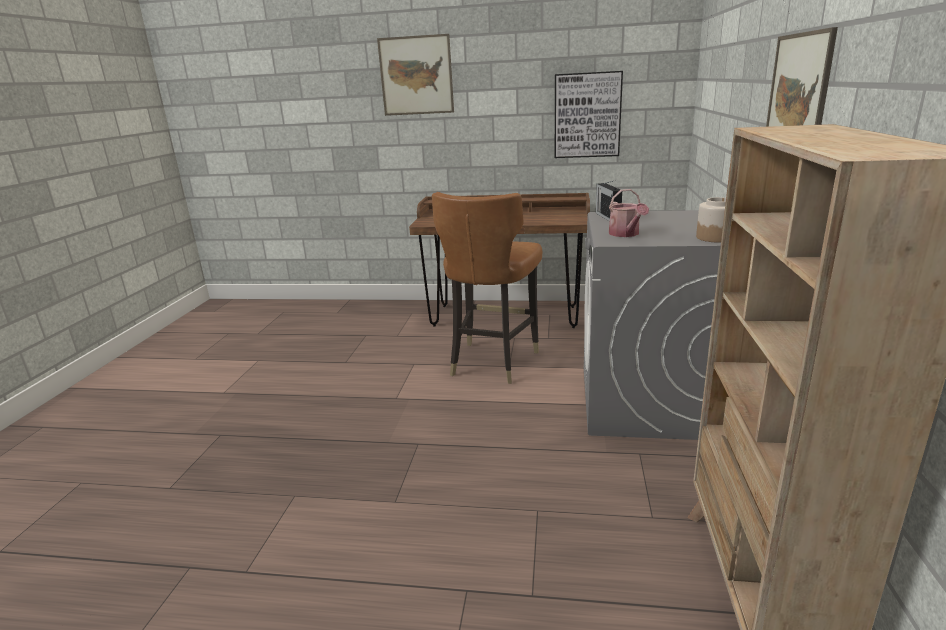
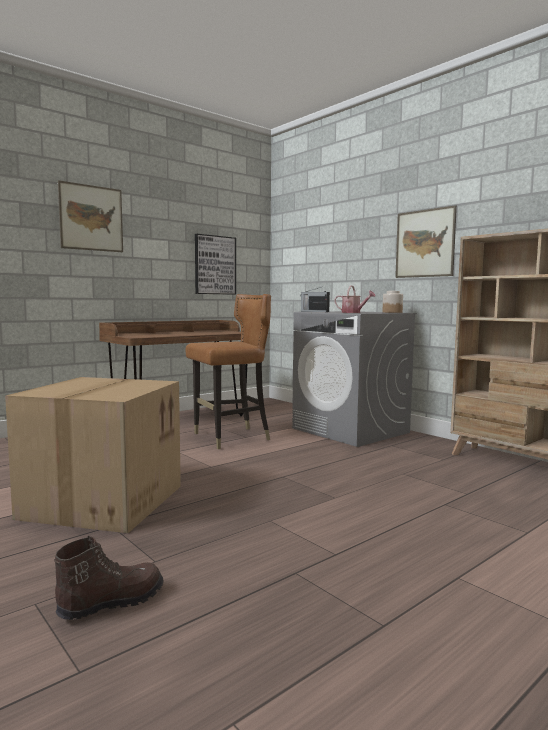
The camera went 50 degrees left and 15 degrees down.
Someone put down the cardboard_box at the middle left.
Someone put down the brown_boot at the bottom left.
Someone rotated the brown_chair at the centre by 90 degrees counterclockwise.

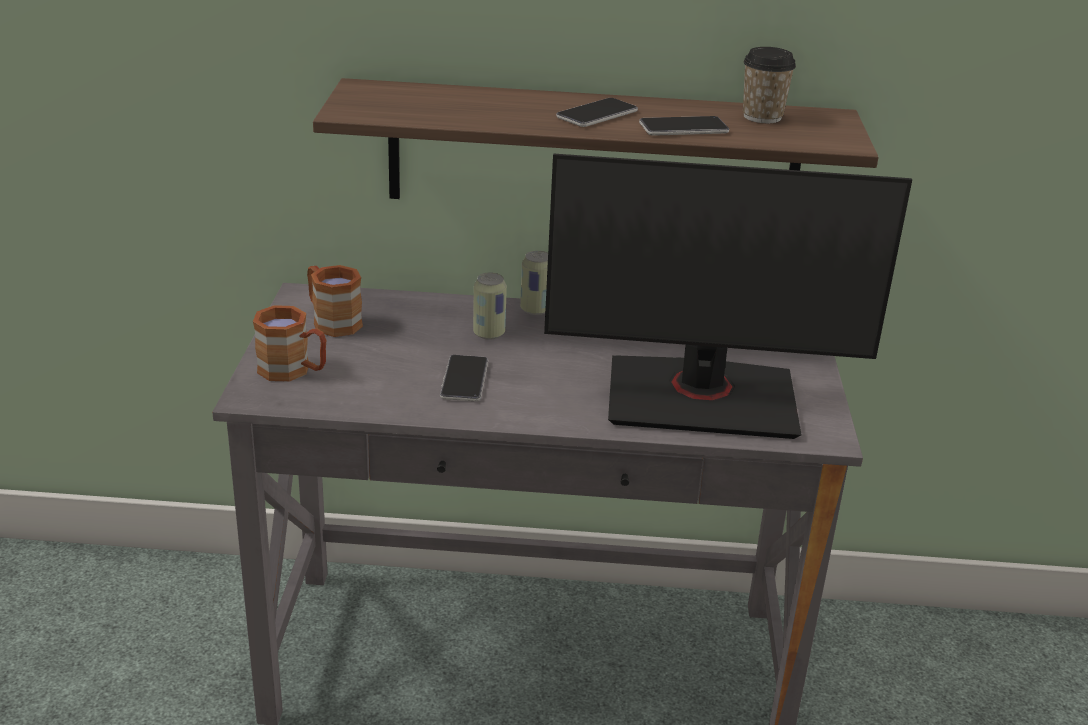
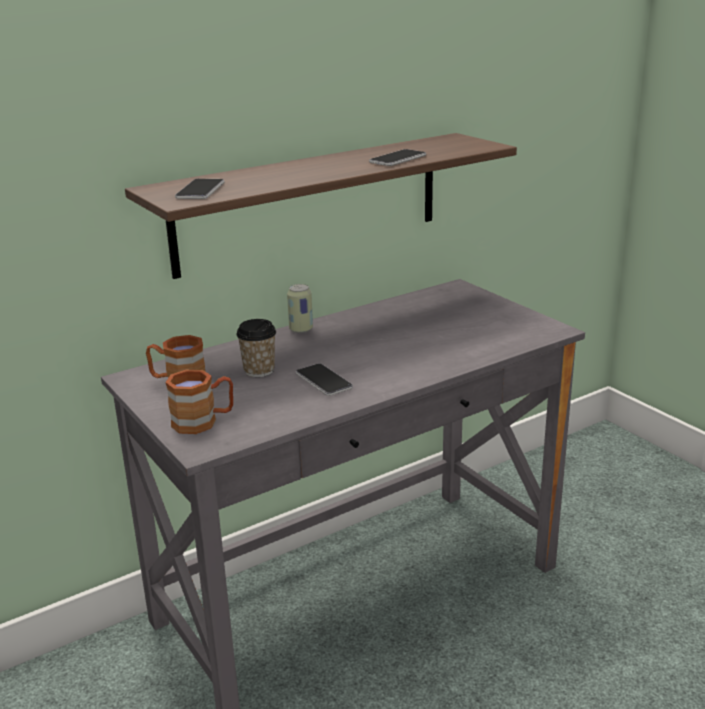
The camera went 35 degrees left and 5 degrees down.
Someone took away the can (1st from left) at the centre.
Someone took away the monitor at the middle right.
Someone carried the phone (2nd from left in the first image) from the top centre to the top left.
Someone carried the cup from the top right to the centre.

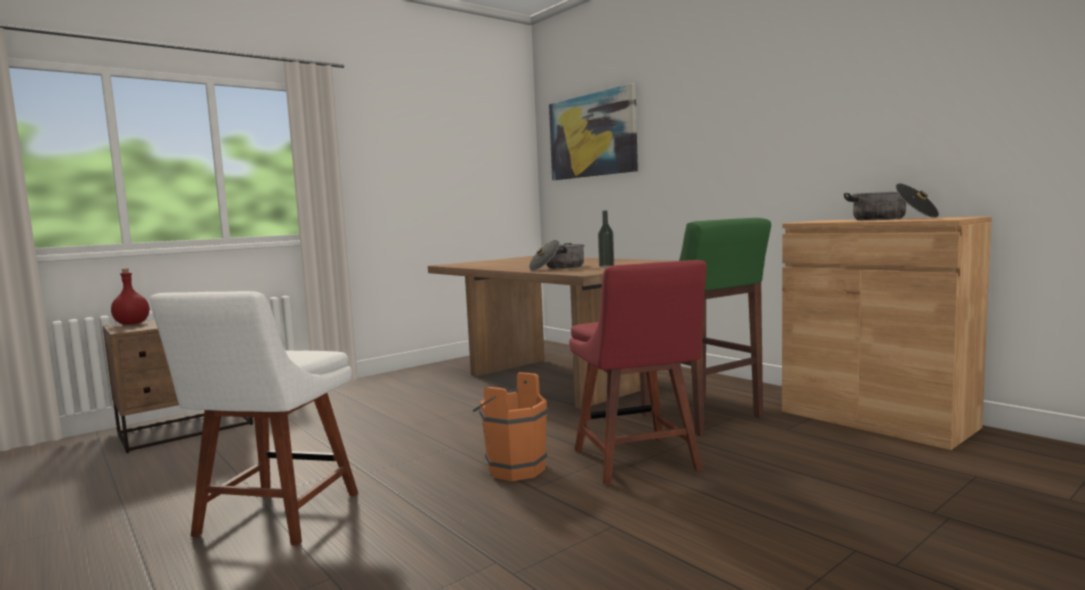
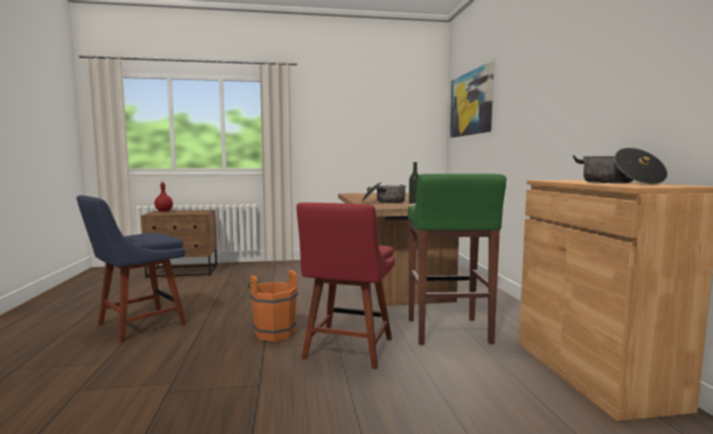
The camera went 30 degrees right and 0 degrees up.
Someone repainted the white_chair at the bottom left, which became the blue_chair at the middle left.

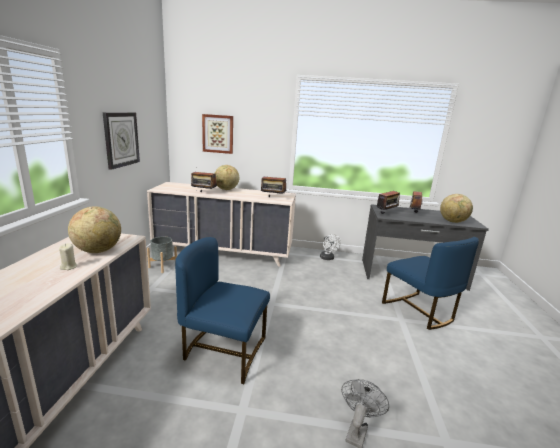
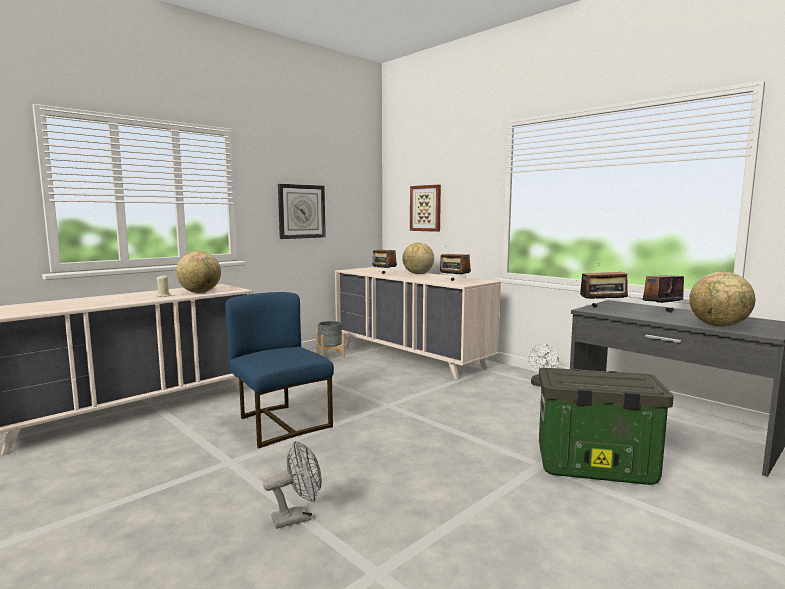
The camera went 40 degrees right and 10 degrees down.
Someone swapped the blue_chair (2nd from left) at the middle right for the storage_box at the bottom right.

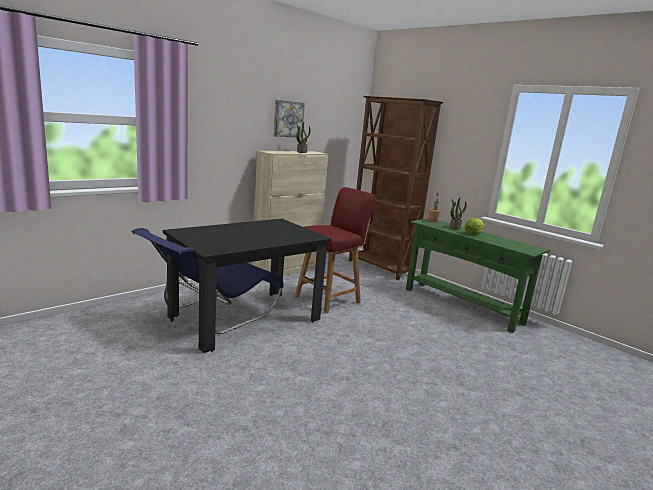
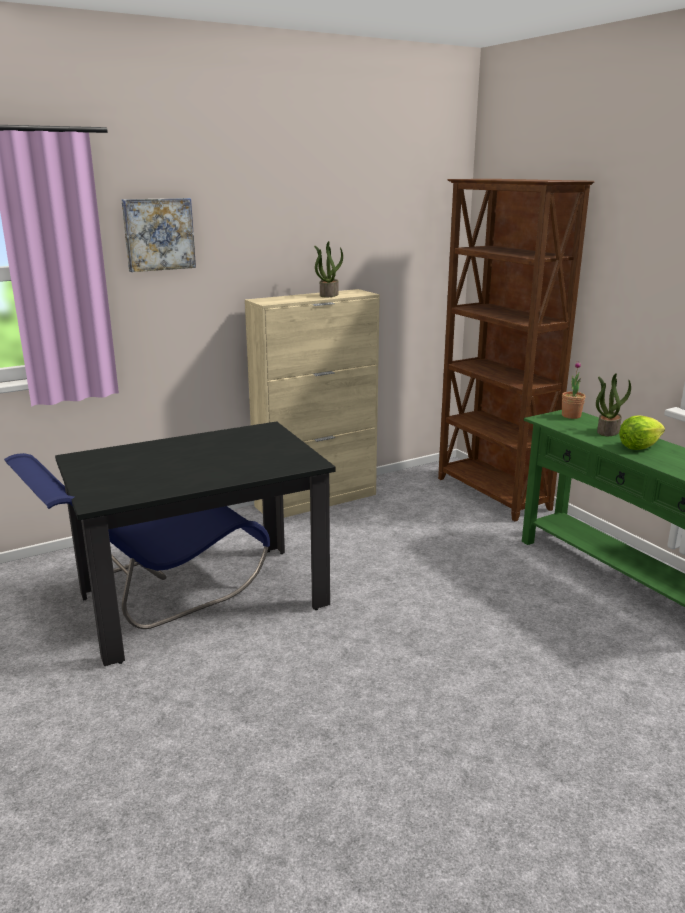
The camera went 15 degrees right and 5 degrees up.
Someone took away the red_chair at the centre.
Someone carried the picture from the top centre to the top left.

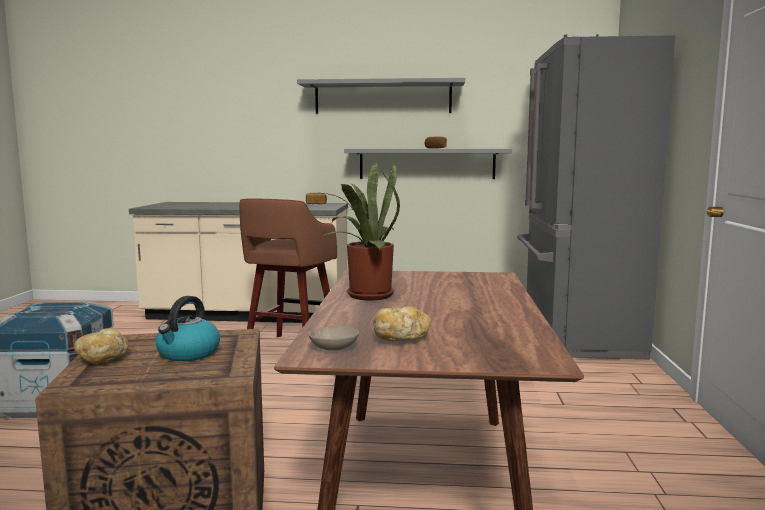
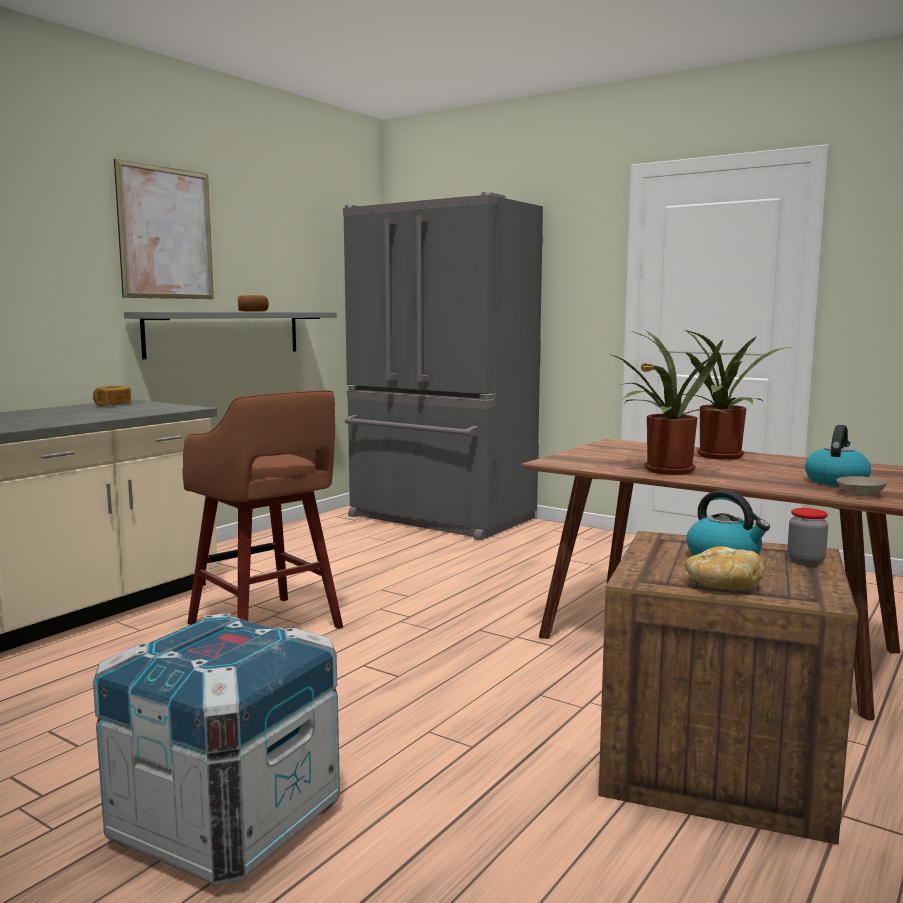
The camera went 60 degrees left and 0 degrees up.
Someone put down the potted_plant (2nd from left) at the middle right.
Someone put down the jar at the middle right.
Someone swapped the grey_shelf (1st from left) at the top centre for the picture at the top left.
Someone swapped the bread (3rd from left) at the centre for the kettle (2nd from left) at the middle right.

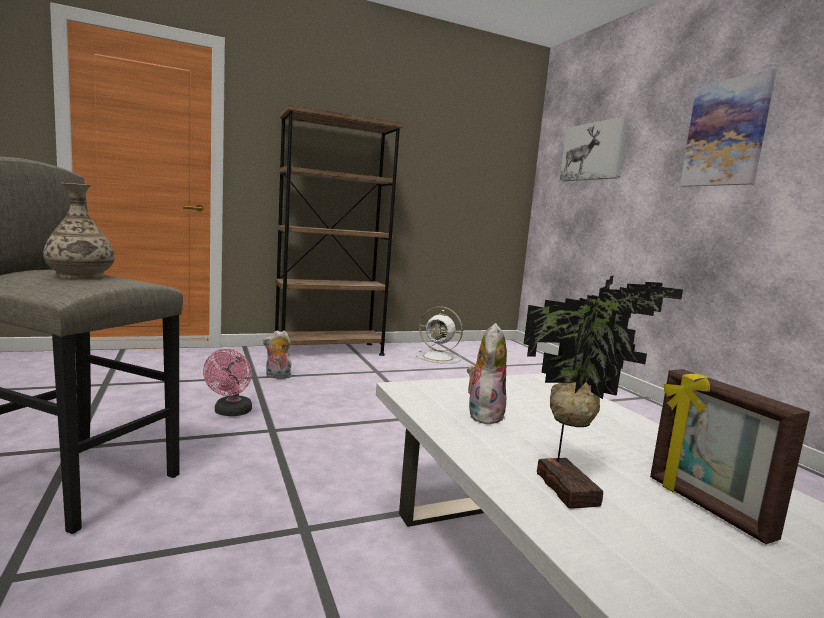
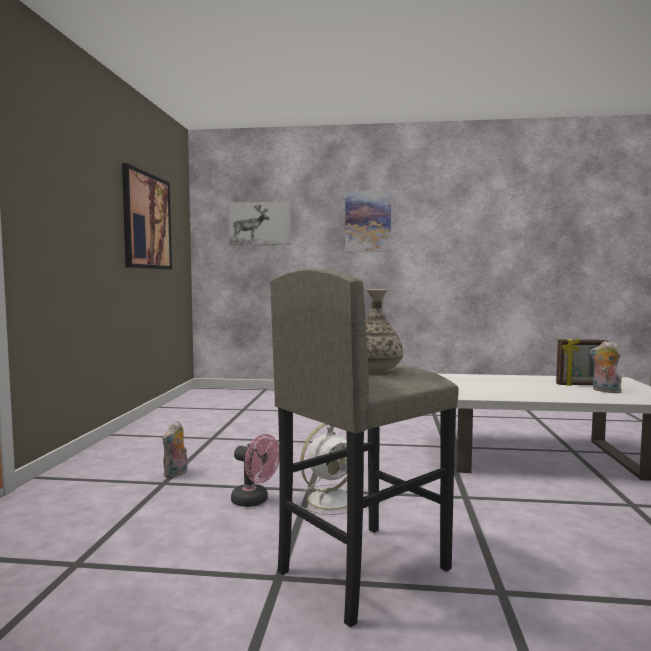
The camera went 60 degrees left and 5 degrees down.
Someone took away the brown_bookcase at the centre.
Someone took away the potted_plant at the middle right.
Someone put up the picture (1st from left) at the top left.
Someone carried the white_fan from the centre to the bottom centre.
Someone carried the plush_toy (2nd from left) from the centre to the middle right.

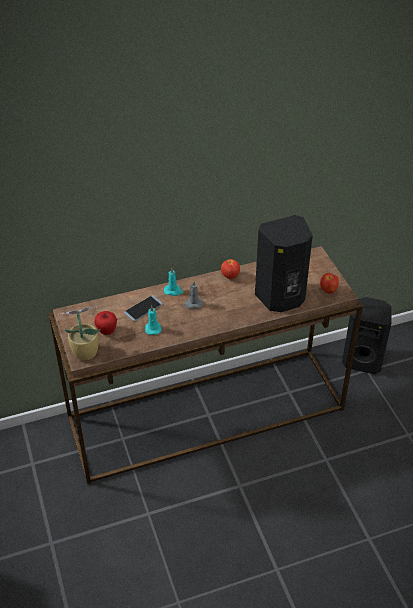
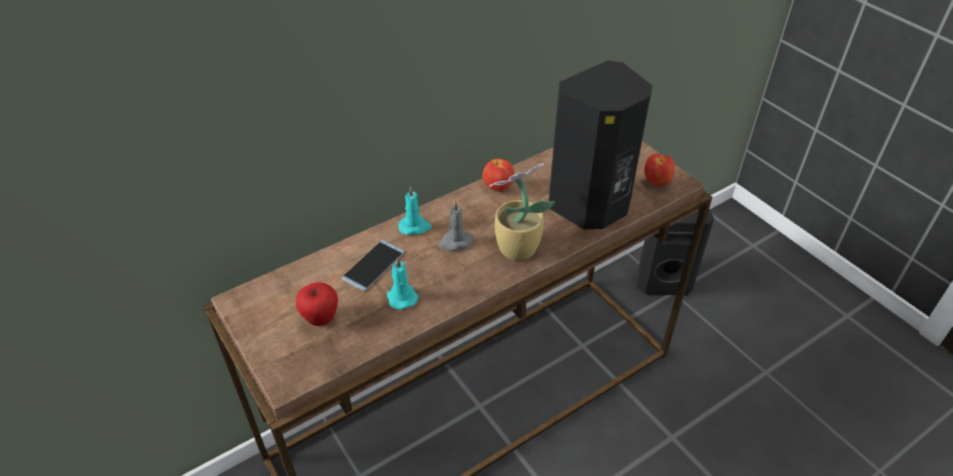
The camera went 15 degrees left and 0 degrees up.
Someone carried the potted_plant from the middle left to the centre.

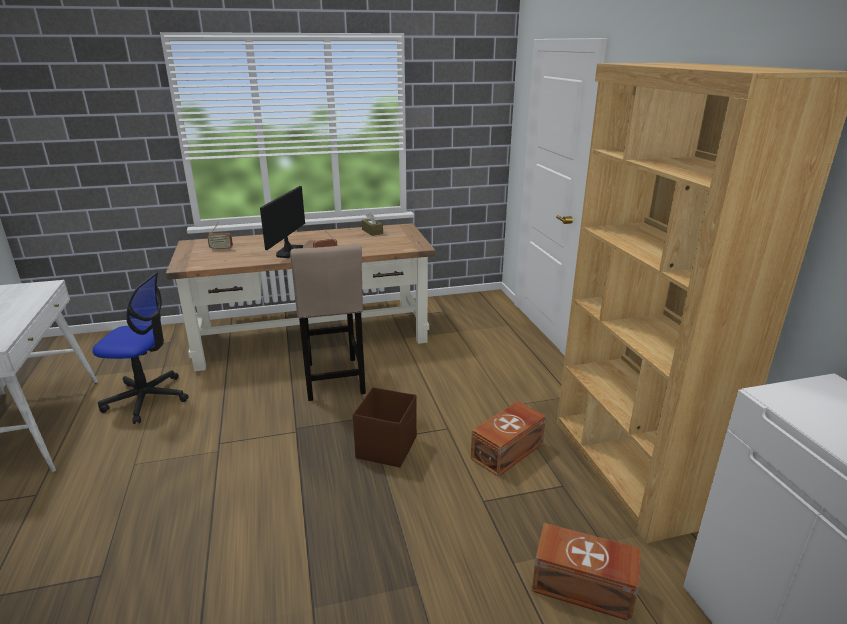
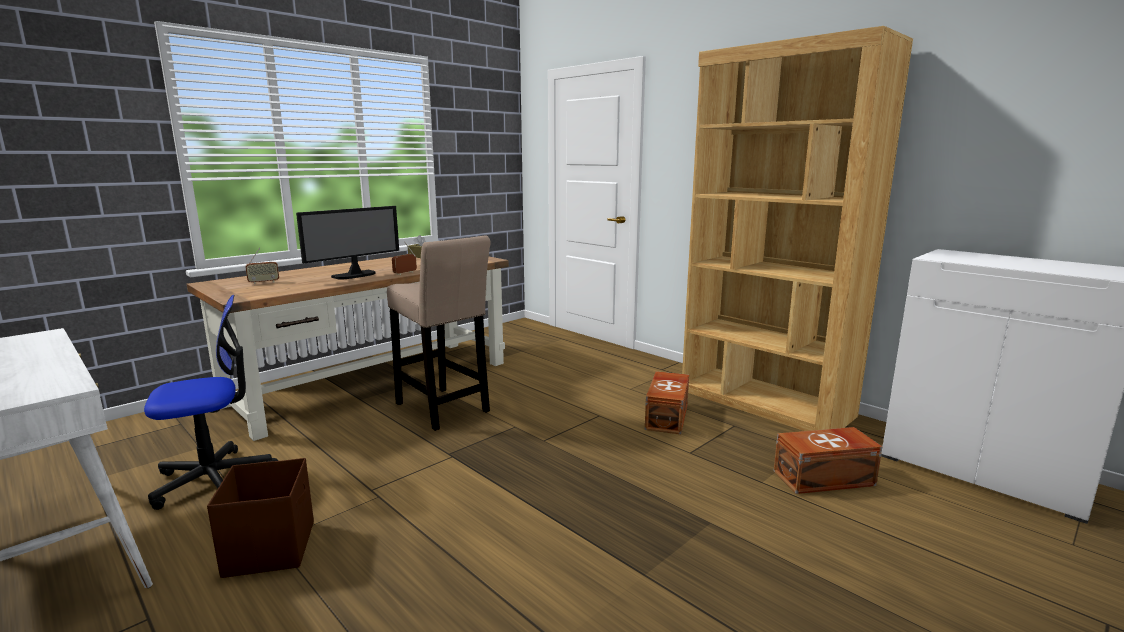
The camera went 30 degrees left and 10 degrees down.
Someone carried the brown_storage_box (1st from left) from the bottom centre to the bottom left.
Someone rotated the monitor at the middle left by 120 degrees counterclockwise.

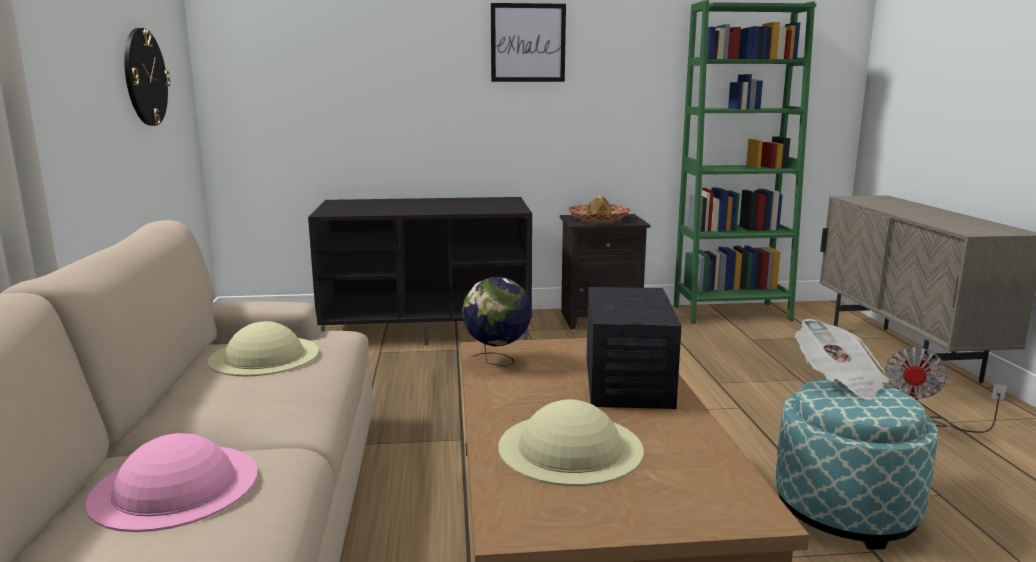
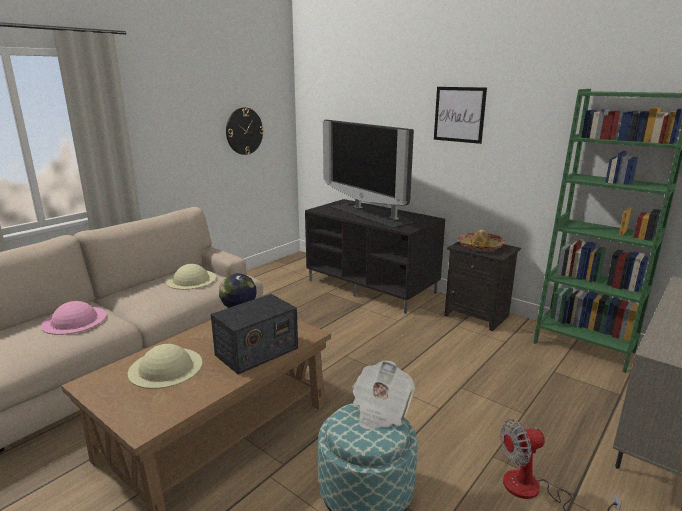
The camera went 45 degrees right and 5 degrees up.
Someone put down the television at the centre.

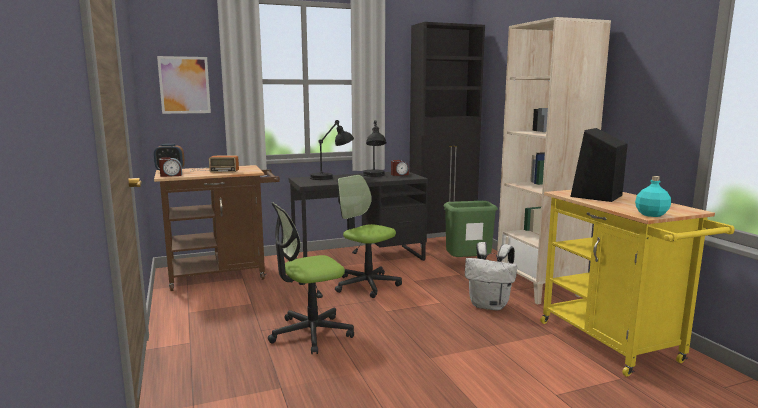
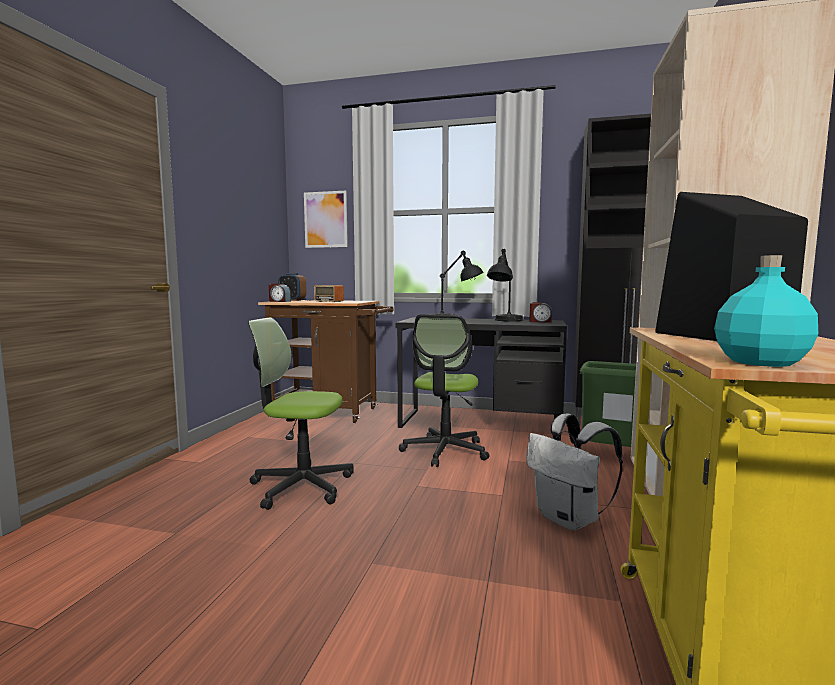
The camera went 35 degrees right and 5 degrees down.
Someone rotated the office_chair (2nd from left) at the centre by 150 degrees counterclockwise.

